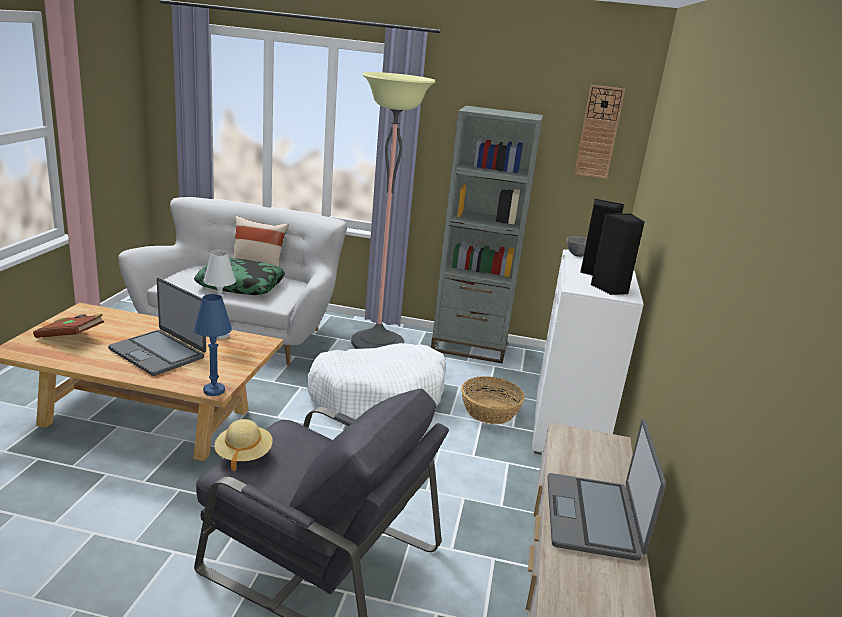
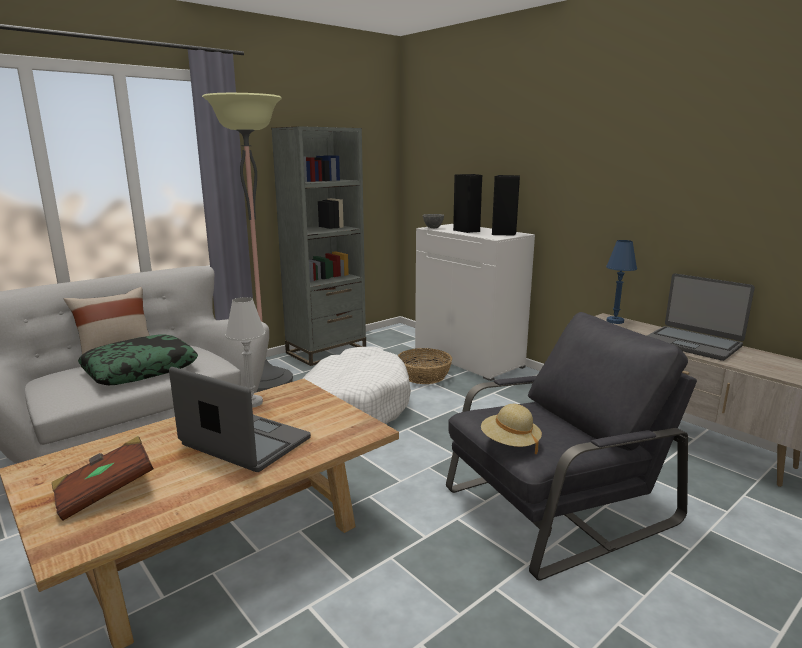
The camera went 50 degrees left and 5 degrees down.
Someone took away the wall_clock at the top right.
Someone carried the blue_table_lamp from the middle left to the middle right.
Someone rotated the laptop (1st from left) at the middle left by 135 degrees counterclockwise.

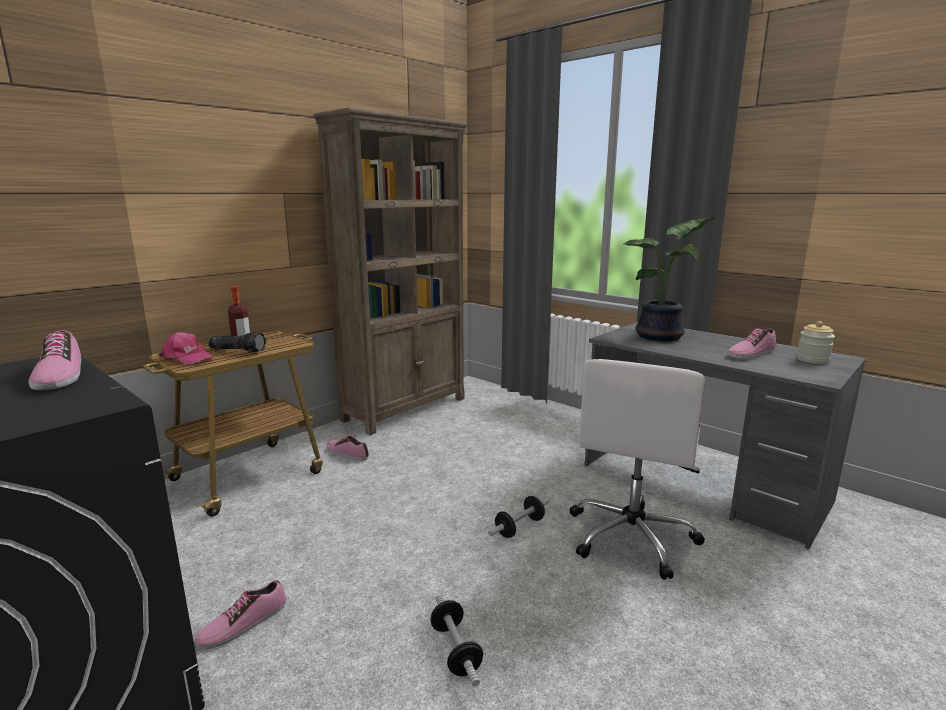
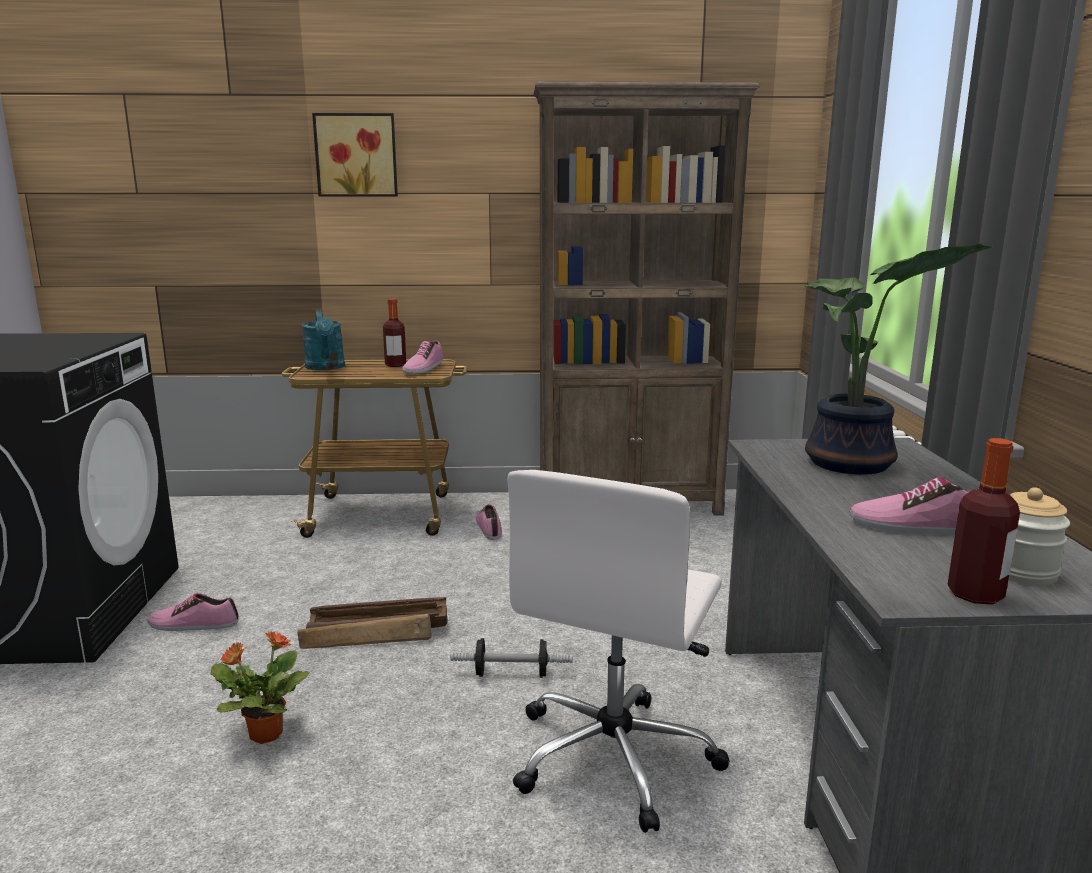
The camera went 45 degrees right and 0 degrees up.
Someone took away the flashlight at the middle left.
Someone put down the crate at the bottom centre.
Someone put up the picture at the top left.
Someone put down the bottle (2nd from left) at the middle right.
Someone carried the shoe (1st from left in the first image) from the middle left to the centre.
Someone swapped the pink_cap at the middle left for the turquoise_watering_can at the middle left.
Someone swapped the dumbbell (1st from left) at the bottom centre for the potted_plant (1st from left) at the bottom left.
Someone rotated the white_office_chair at the middle right by 45 degrees counterclockwise.

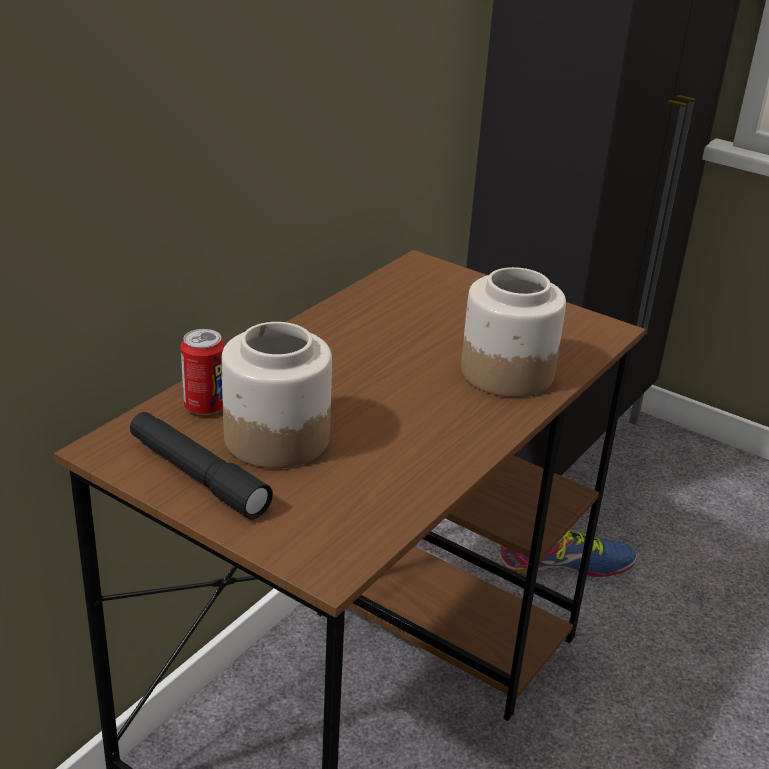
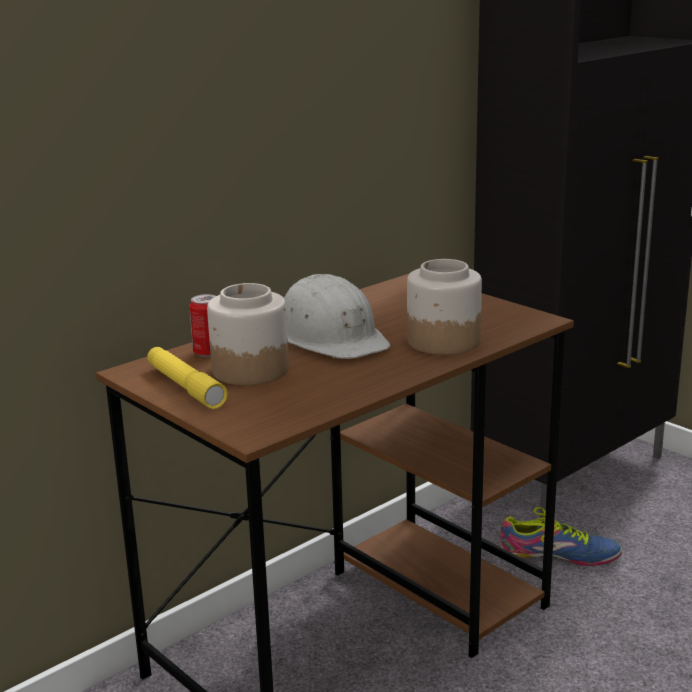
The camera went 15 degrees right and 10 degrees down.
Someone put down the white_hard_hat at the centre.
Someone repainted the black_flashlight at the middle left, which became the yellow_flashlight at the middle left.

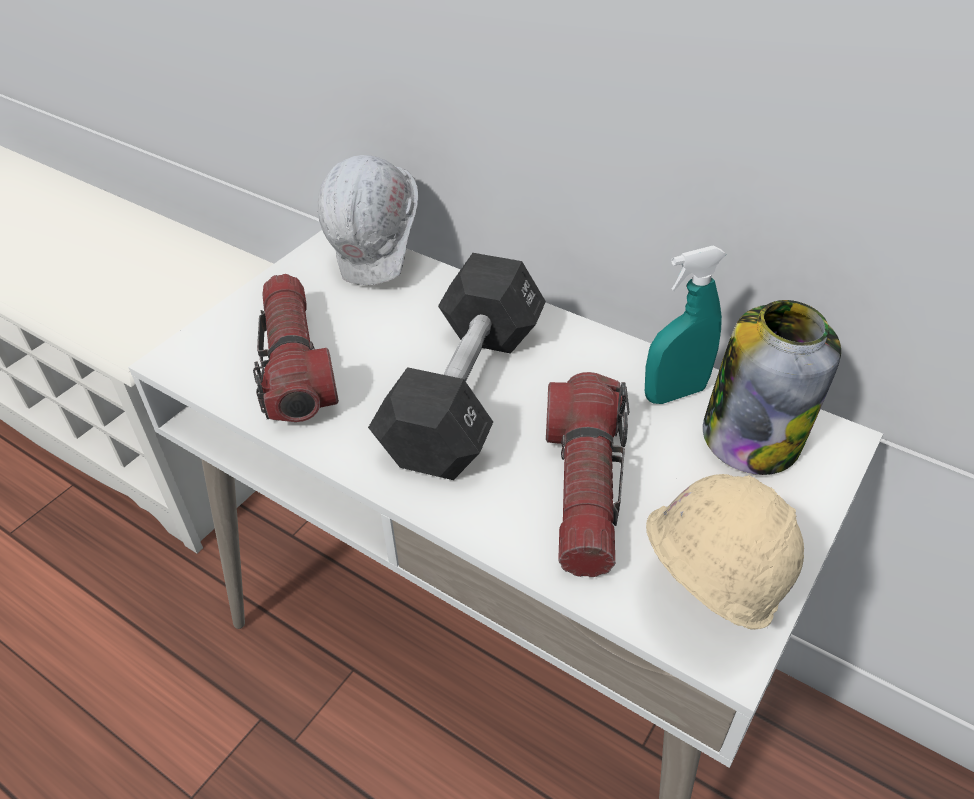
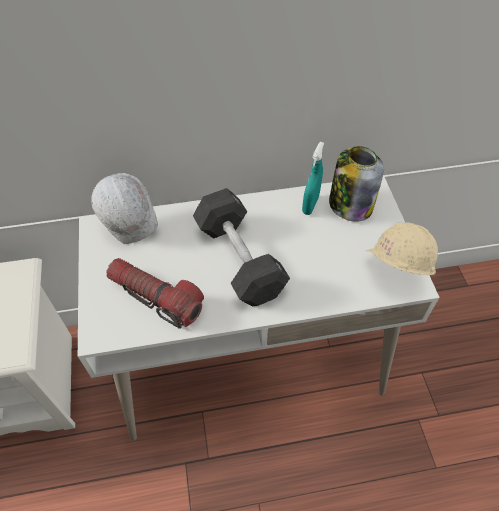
The camera went 45 degrees left and 10 degrees up.
Someone took away the flashlight (2nd from left) at the centre.

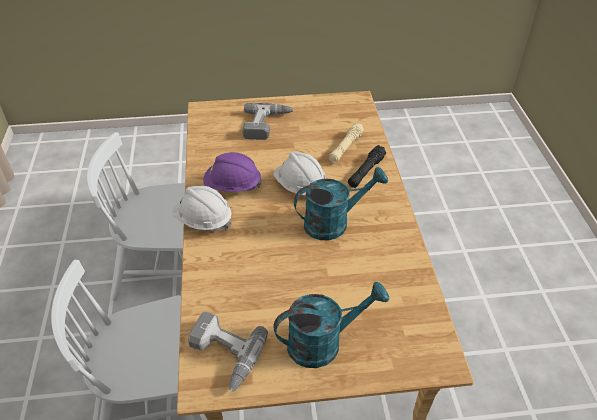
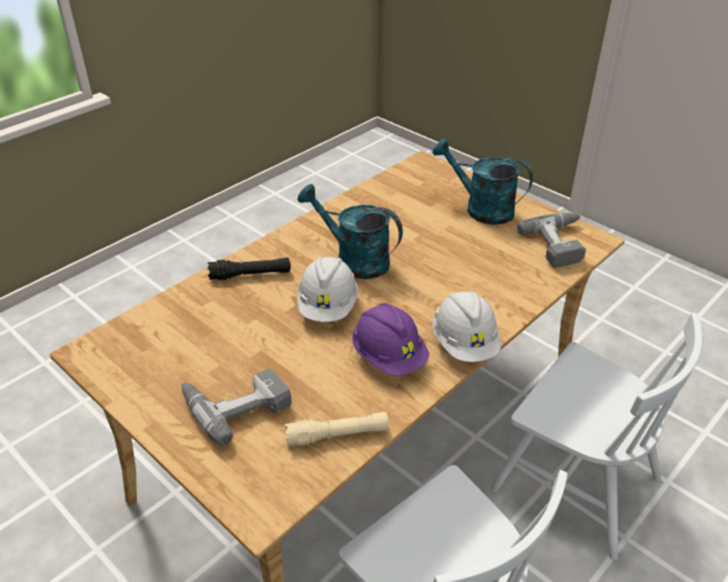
The camera went 130 degrees left and 5 degrees down.
Someone carried the beige_flashlight from the centre to the bottom centre.

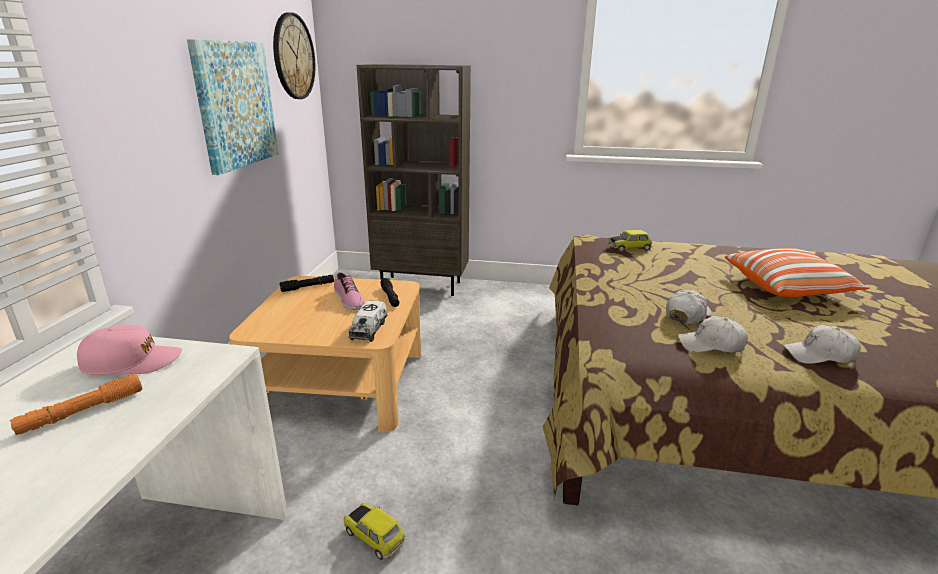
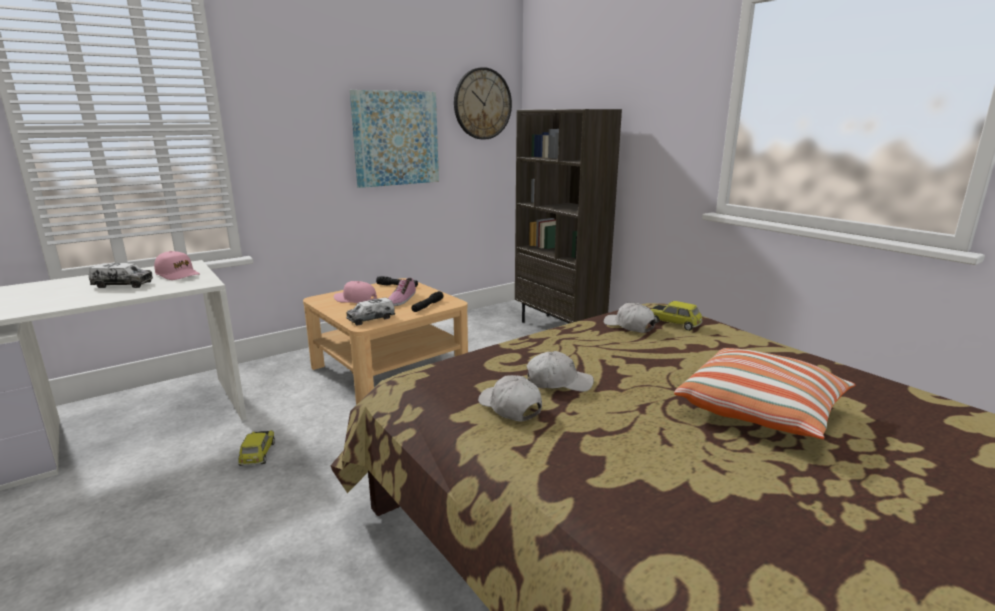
The camera went 45 degrees right and 5 degrees down.
Someone put down the pink_cap (2nd from left) at the centre.
Someone carried the white_cap (3rd from left) from the middle right to the centre.
Someone swapped the orange_flashlight at the bottom left for the toy_truck (1st from left) at the middle left.

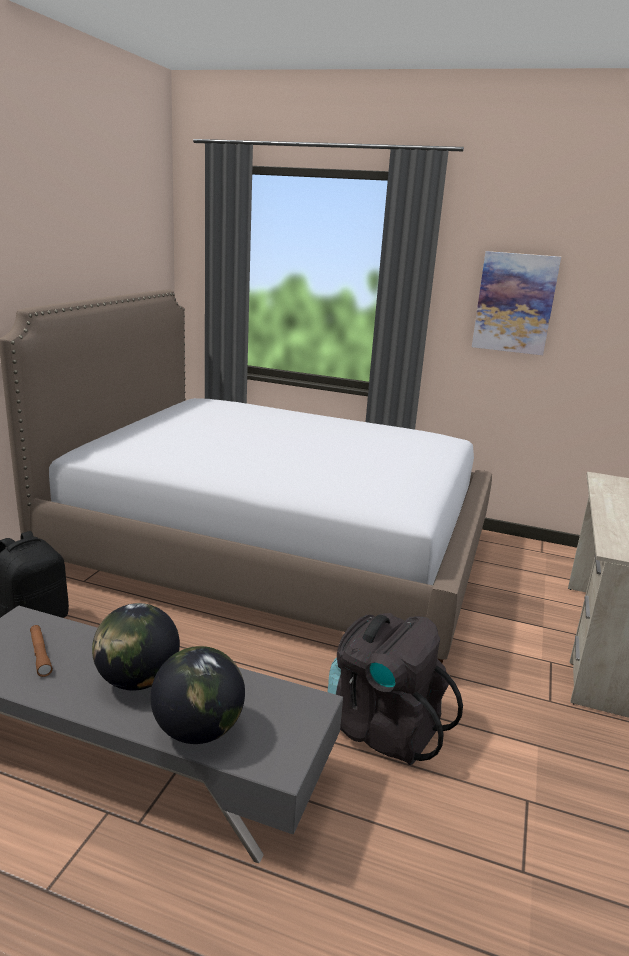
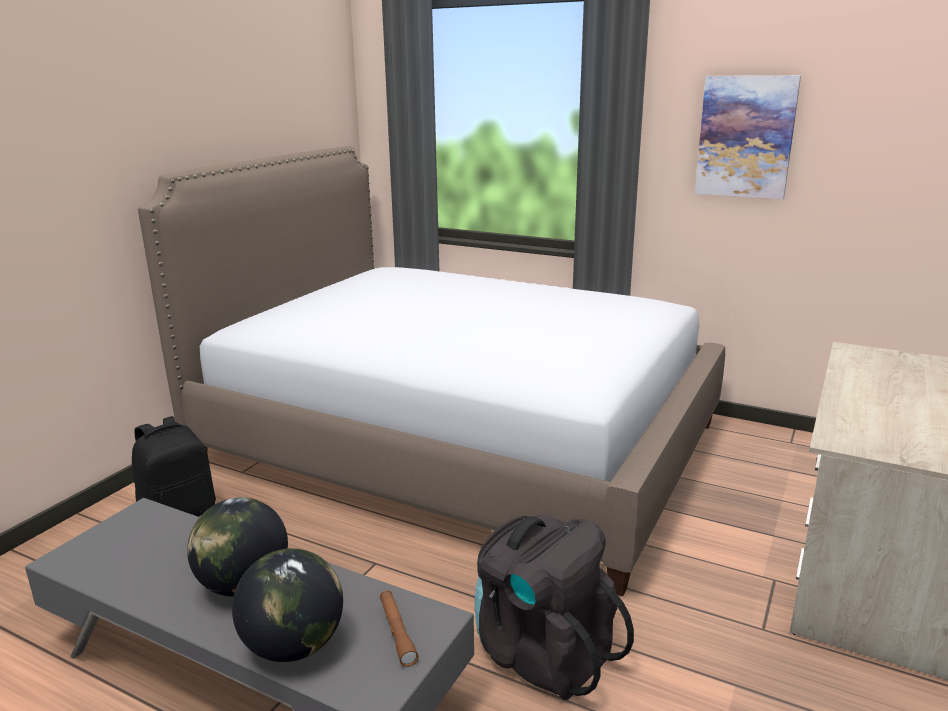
The camera went 10 degrees right and 0 degrees up.
Someone carried the brown_flashlight from the bottom left to the bottom centre.

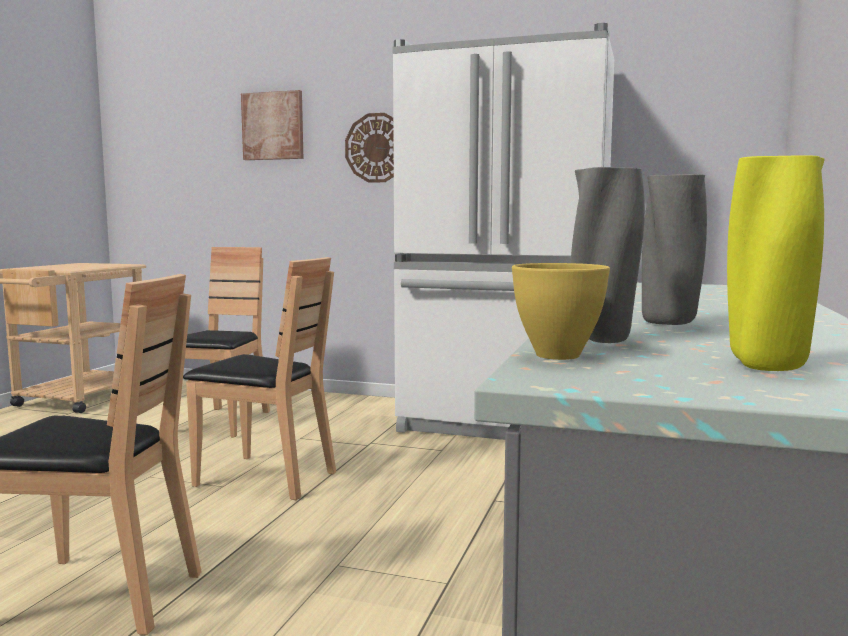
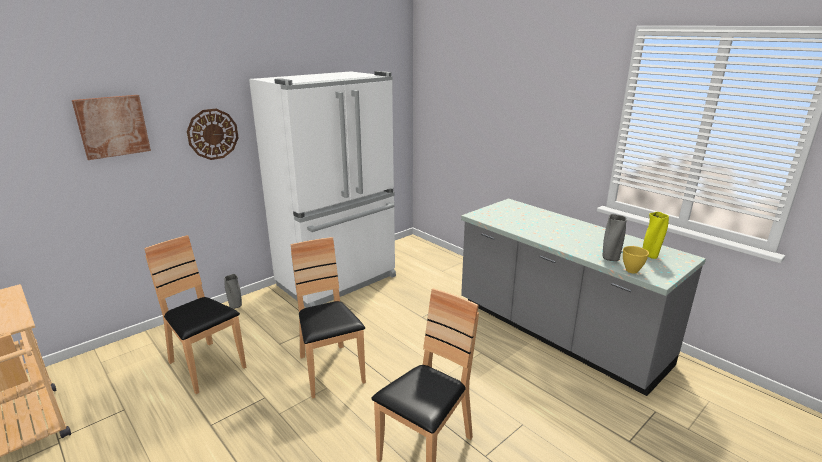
The camera went 60 degrees left and 15 degrees up.
Someone carried the grey_vase (2nd from left in the first image) from the middle right to the middle left.
Someone rotated the brown_chair (3rd from left in the first image) at the middle left by 75 degrees counterclockwise.

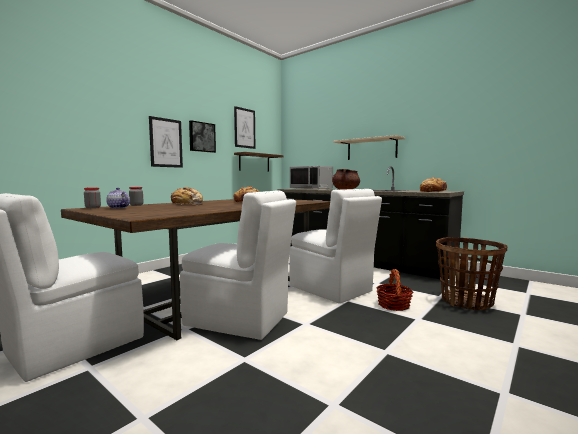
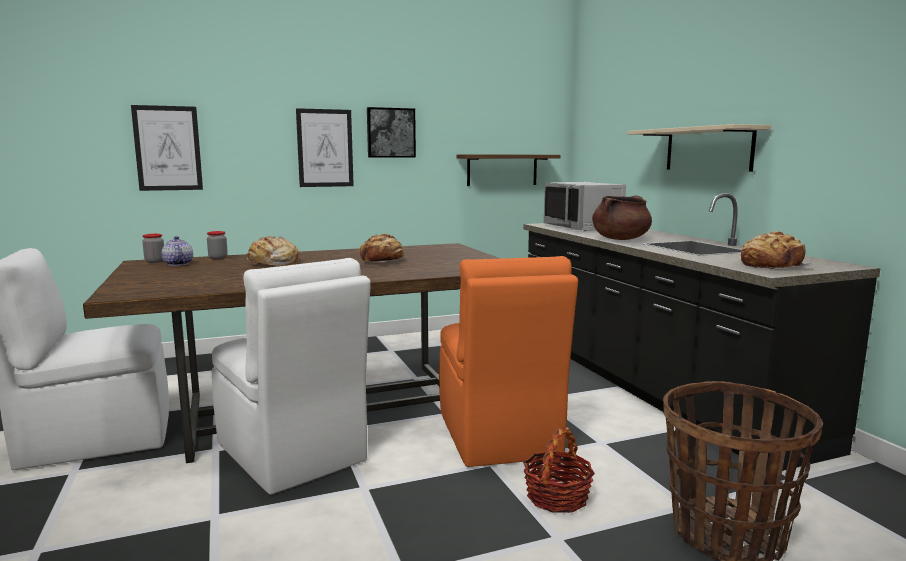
The camera went 30 degrees right and 5 degrees up.
Someone carried the picture (3rd from left in the first image) from the top centre to the top left.
Someone repainted the white_chair (3rd from left) at the centre, which became the orange_chair at the centre.

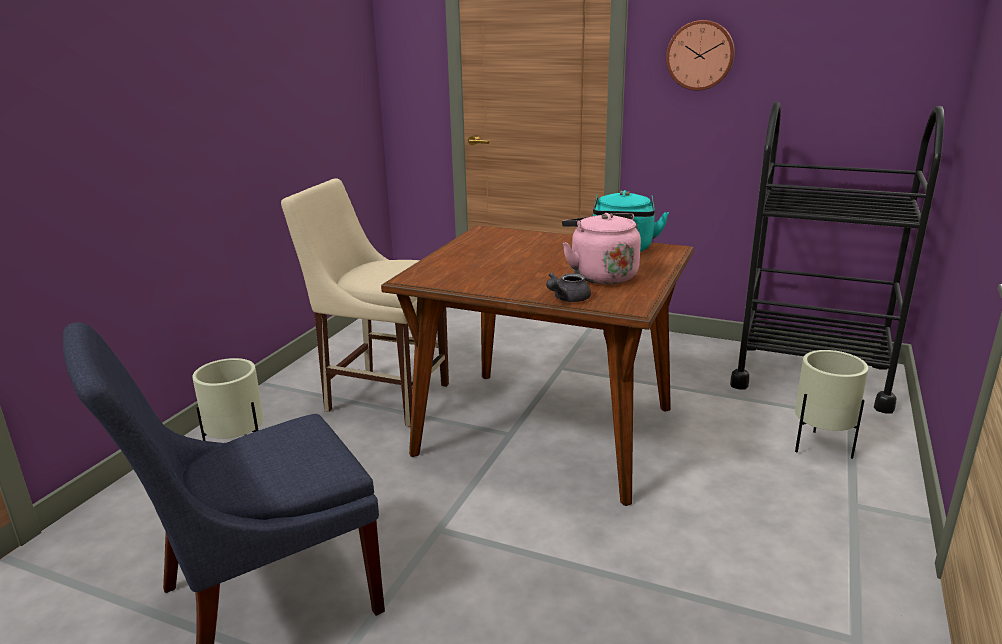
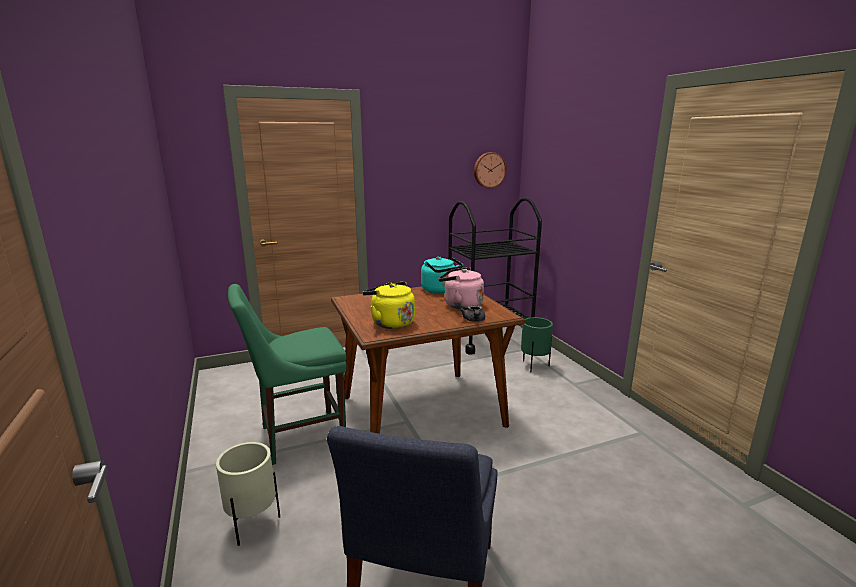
The camera went 45 degrees left and 5 degrees down.
Someone put down the yellow_kettle at the centre.
Someone carried the wall_clock from the top right to the top centre.
Someone repainted the beige_chair at the centre, which became the green_chair at the centre.
Someone repainted the beige_planter (2nd from left) at the middle right, which became the green_planter at the centre.

